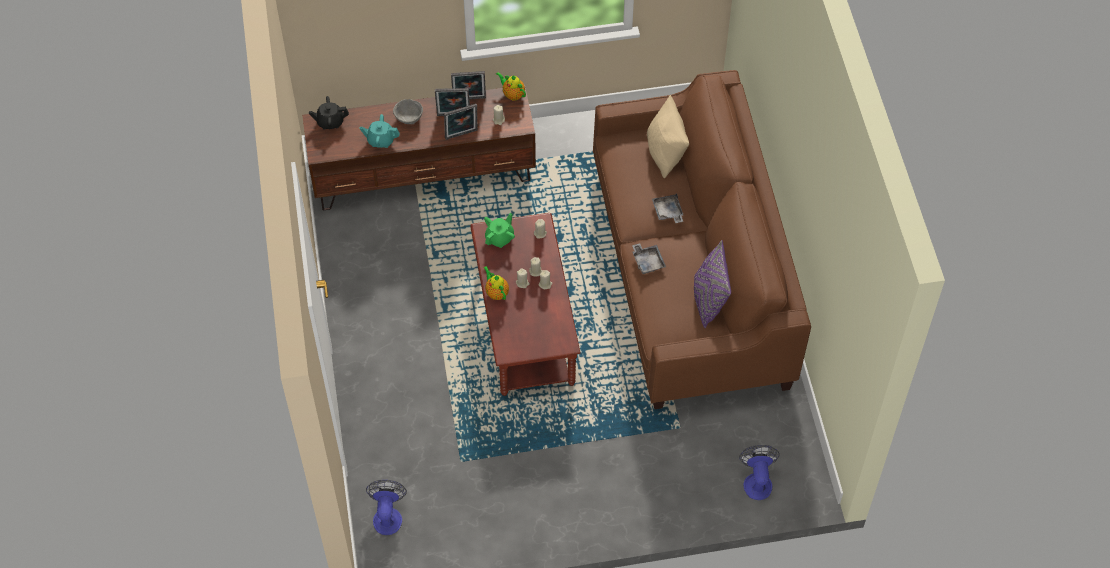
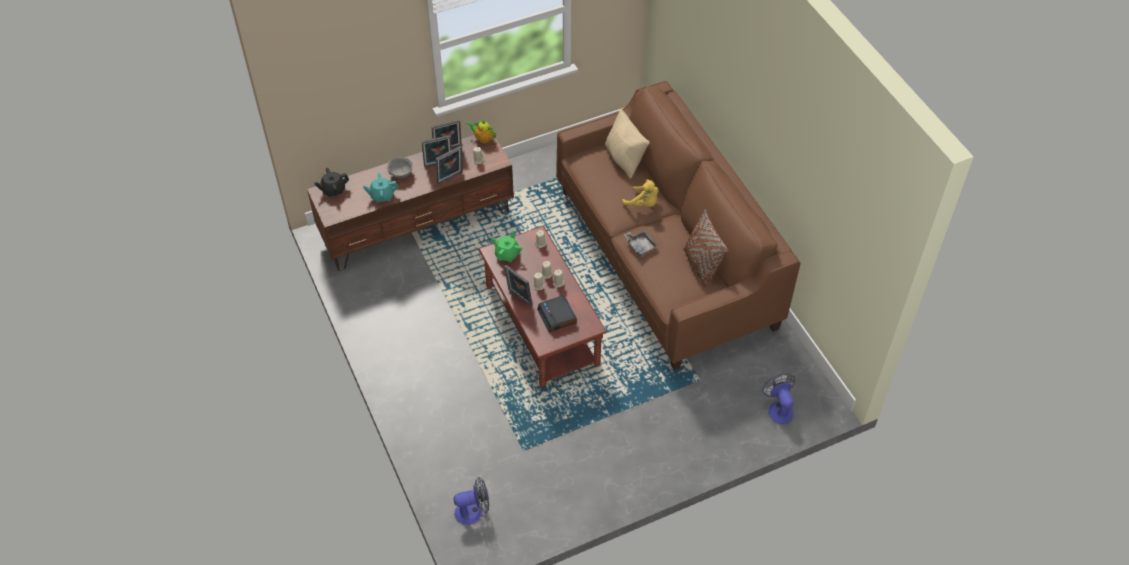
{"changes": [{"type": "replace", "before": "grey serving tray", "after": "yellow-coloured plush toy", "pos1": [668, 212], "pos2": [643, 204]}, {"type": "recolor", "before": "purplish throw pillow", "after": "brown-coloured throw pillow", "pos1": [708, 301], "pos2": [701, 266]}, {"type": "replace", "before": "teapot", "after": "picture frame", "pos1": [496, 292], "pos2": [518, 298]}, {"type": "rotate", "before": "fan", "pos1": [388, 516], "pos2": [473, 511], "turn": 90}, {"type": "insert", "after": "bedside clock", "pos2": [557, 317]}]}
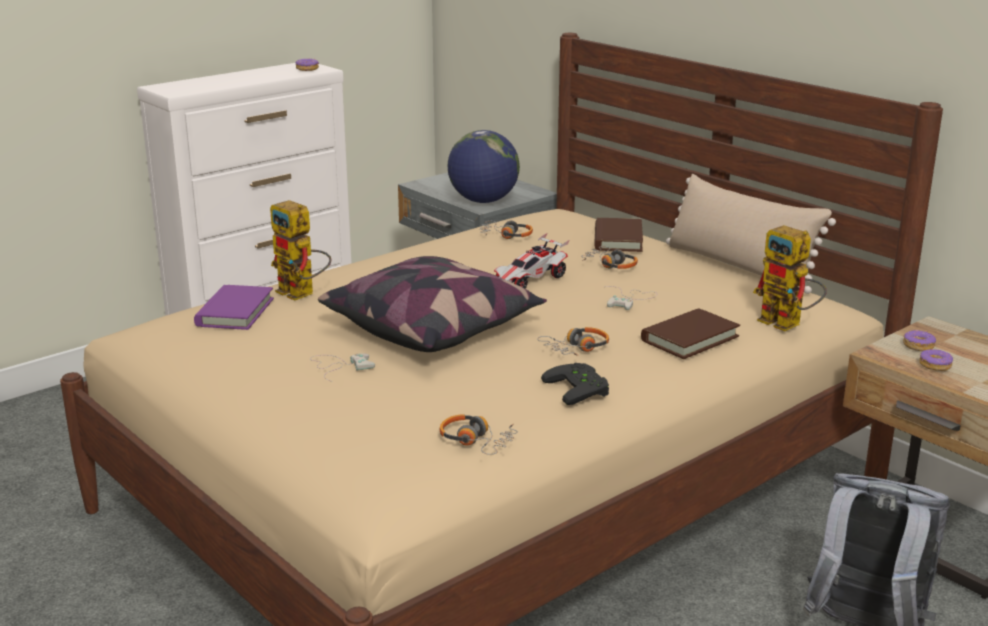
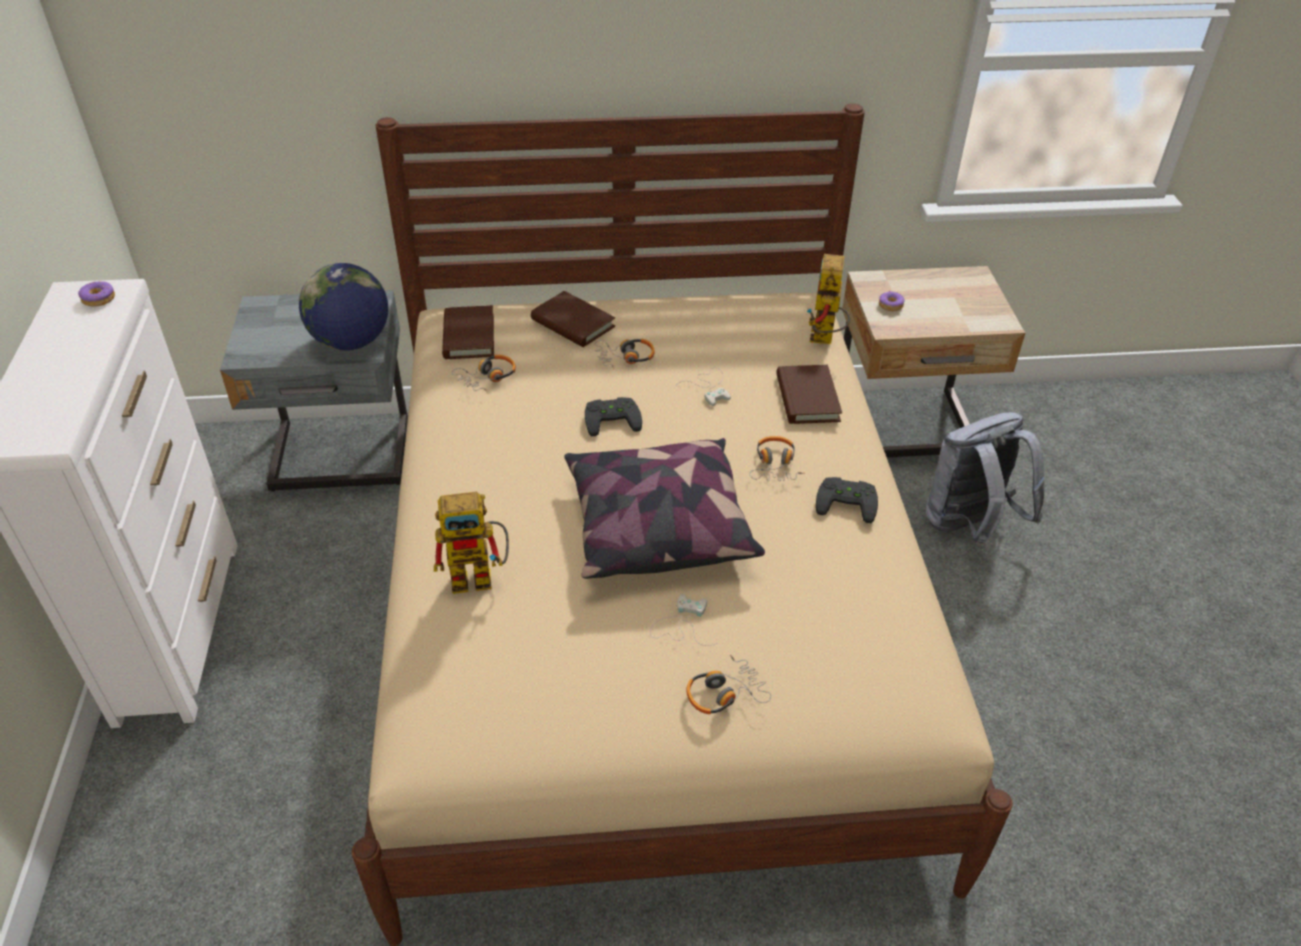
{"changes": [{"type": "delete", "before": "sand-coloured throw pillow", "pos1": [739, 267]}, {"type": "rotate", "before": "robot figure", "pos1": [788, 324], "pos2": [824, 339], "turn": 105}, {"type": "replace", "before": "miniature car", "after": "black-coloured game controller", "pos1": [530, 280], "pos2": [612, 418]}, {"type": "delete", "before": "purplish book", "pos1": [235, 312]}, {"type": "delete", "before": "ring doughnut", "pos1": [935, 365]}, {"type": "move", "before": "pair of headphones", "pos1": [477, 441], "pos2": [724, 693]}, {"type": "insert", "after": "brown-coloured book", "pos2": [468, 336]}]}
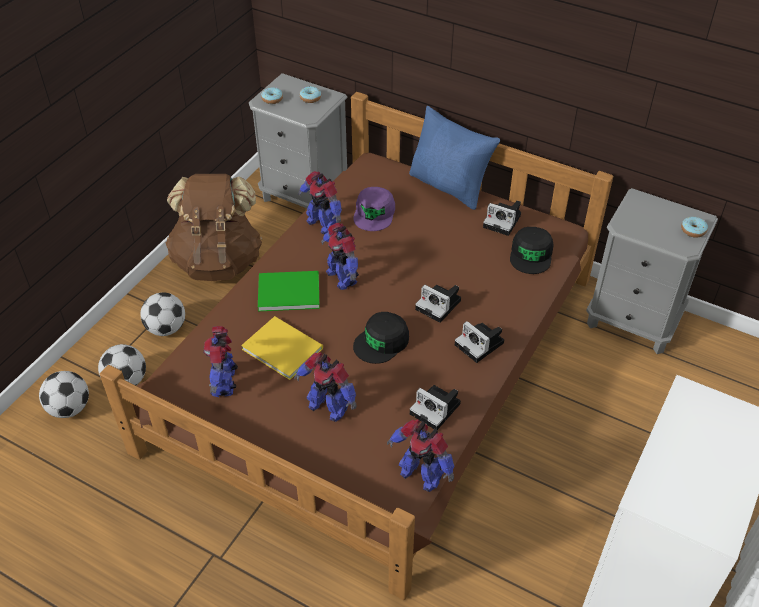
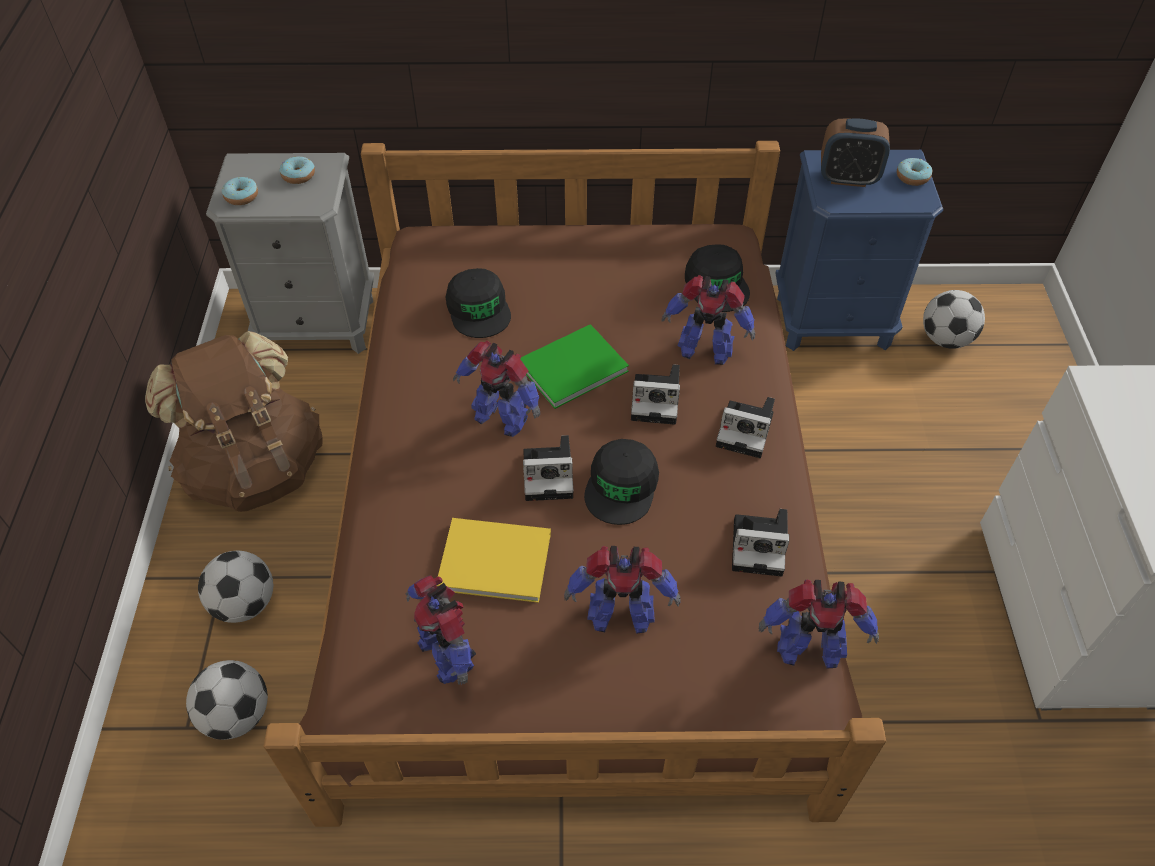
{"changes": [{"type": "delete", "before": "blue throw pillow", "pos1": [449, 186]}, {"type": "move", "before": "robot figure", "pos1": [322, 223], "pos2": [704, 350]}, {"type": "recolor", "before": "purplish baseball cap", "after": "black-coloured baseball cap", "pos1": [374, 213], "pos2": [479, 309]}, {"type": "recolor", "before": "grey nightstand", "after": "blue nightstand", "pos1": [633, 321], "pos2": [832, 320]}, {"type": "move", "before": "still camera", "pos1": [503, 221], "pos2": [550, 474]}, {"type": "move", "before": "green-coloured book", "pos1": [287, 291], "pos2": [568, 367]}, {"type": "move", "before": "ball for football", "pos1": [70, 408], "pos2": [945, 339]}, {"type": "insert", "after": "bedside clock", "pos2": [848, 178]}]}
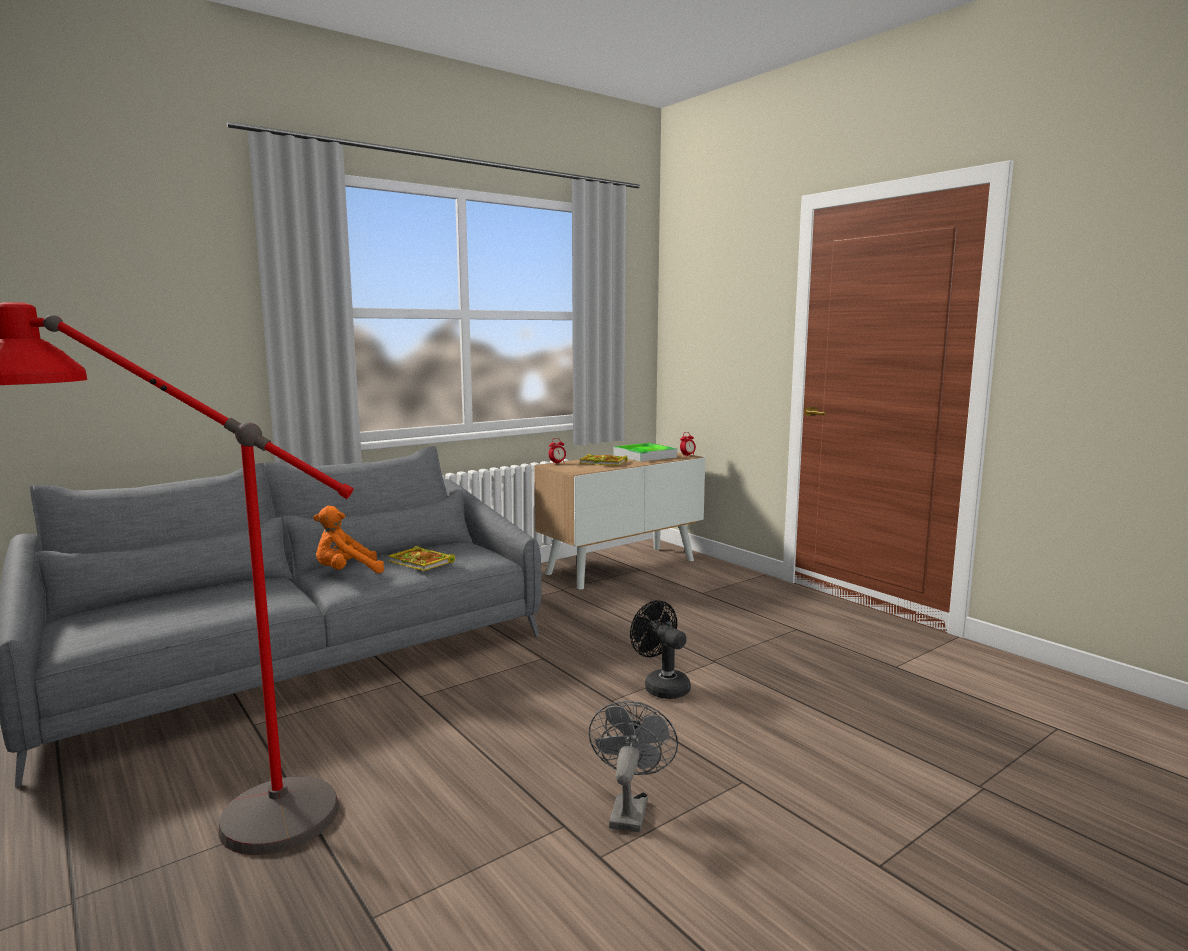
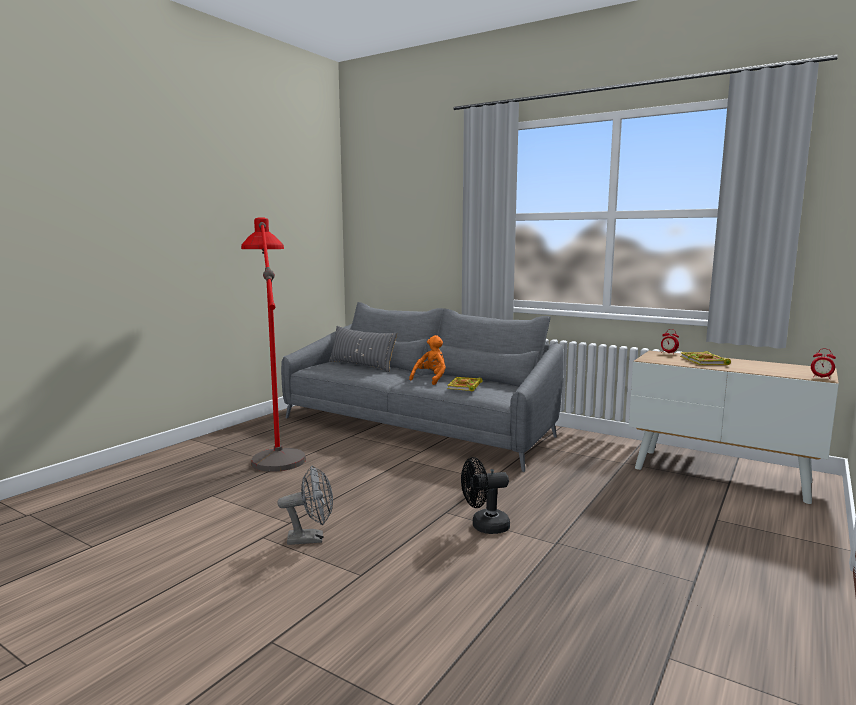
{"changes": [{"type": "delete", "before": "serving tray", "pos1": [645, 456]}, {"type": "rotate", "before": "orange plush toy", "pos1": [346, 573], "pos2": [431, 379], "turn": 75}, {"type": "rotate", "before": "black-coloured fan", "pos1": [661, 686], "pos2": [484, 526], "turn": -135}, {"type": "insert", "after": "grey throw pillow", "pos2": [361, 365]}]}
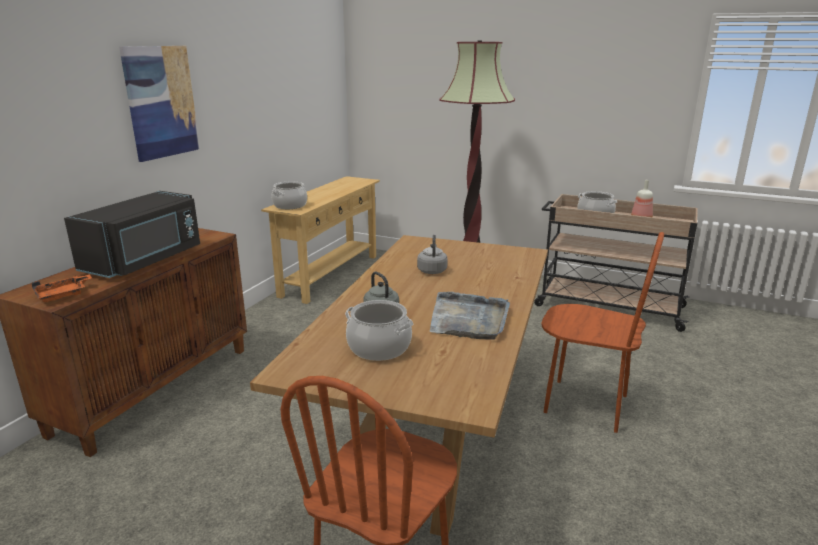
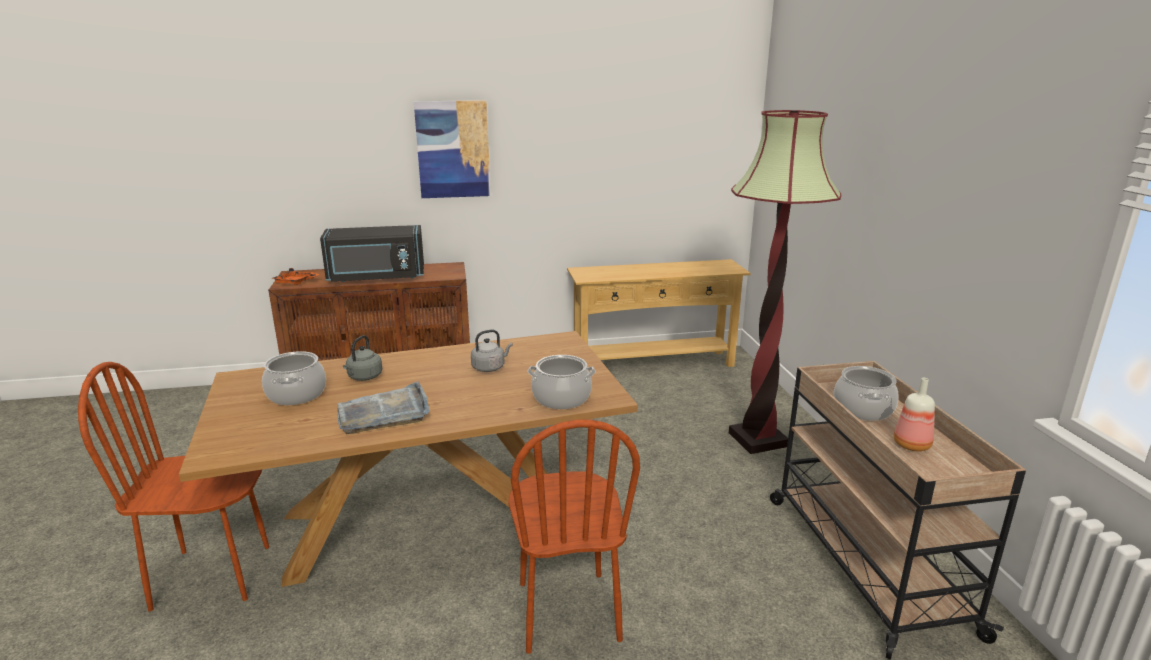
{"changes": [{"type": "move", "before": "stockpot", "pos1": [290, 205], "pos2": [561, 398]}]}
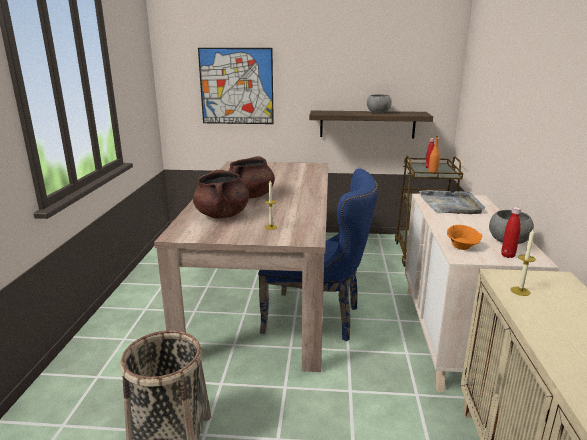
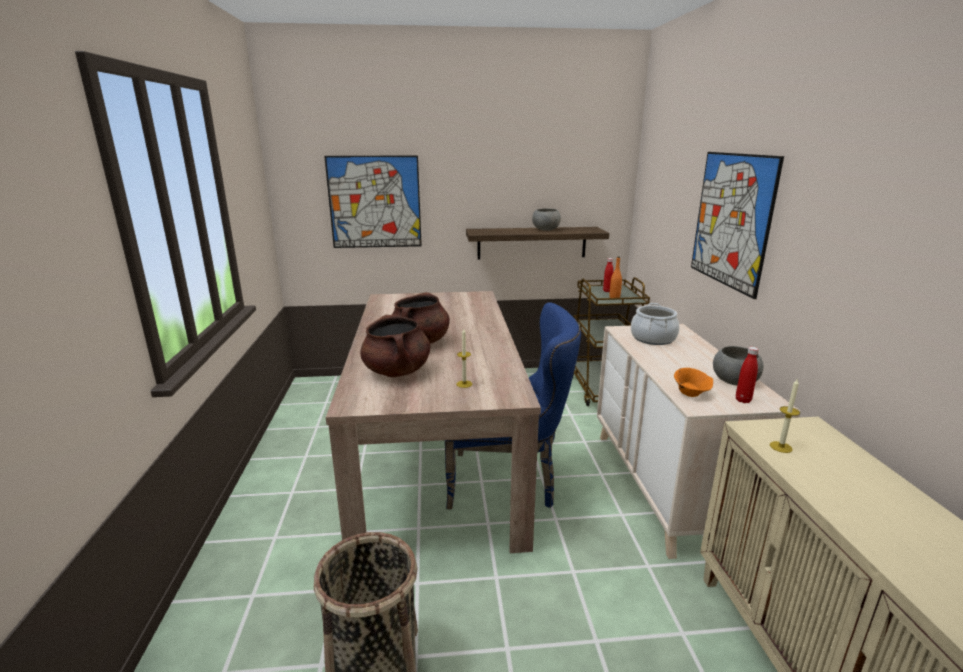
{"changes": [{"type": "replace", "before": "grey serving tray", "after": "stockpot", "pos1": [451, 205], "pos2": [653, 338]}, {"type": "insert", "after": "picture", "pos2": [731, 220]}]}
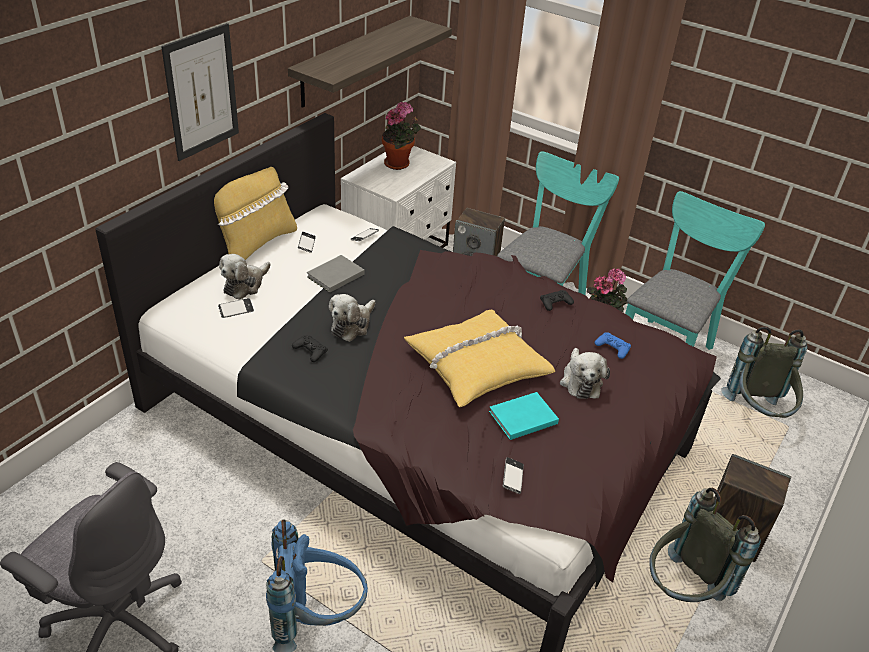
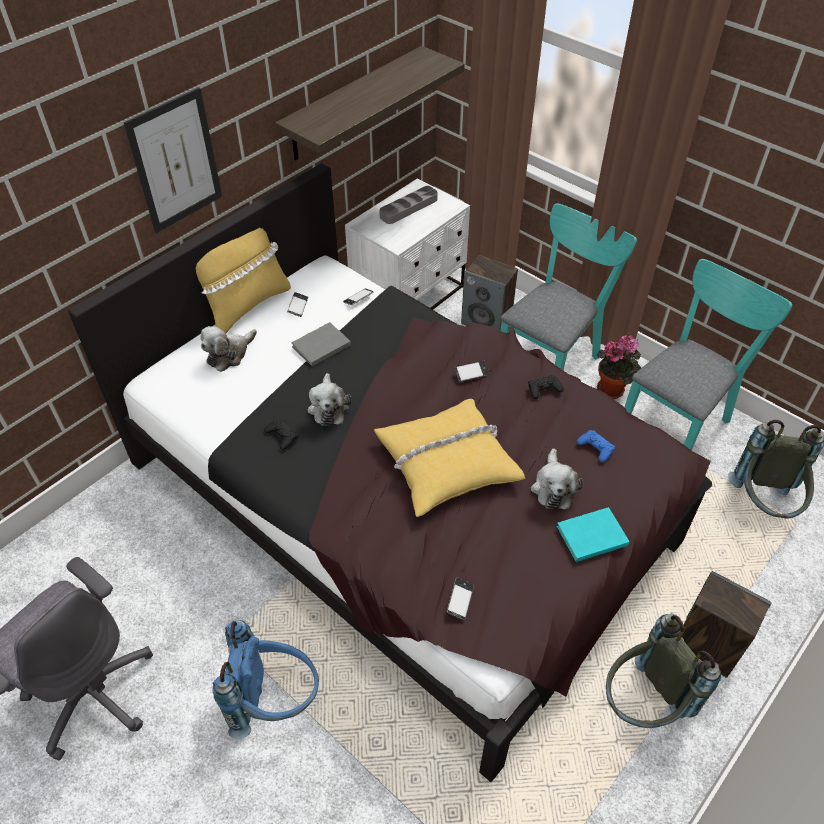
{"changes": [{"type": "replace", "before": "plant in a pot", "after": "grey serving tray", "pos1": [399, 164], "pos2": [408, 208]}, {"type": "rotate", "before": "plush toy", "pos1": [352, 325], "pos2": [328, 407], "turn": -45}, {"type": "move", "before": "telephone", "pos1": [236, 310], "pos2": [471, 373]}, {"type": "move", "before": "blue-green book", "pos1": [521, 417], "pos2": [590, 535]}]}
